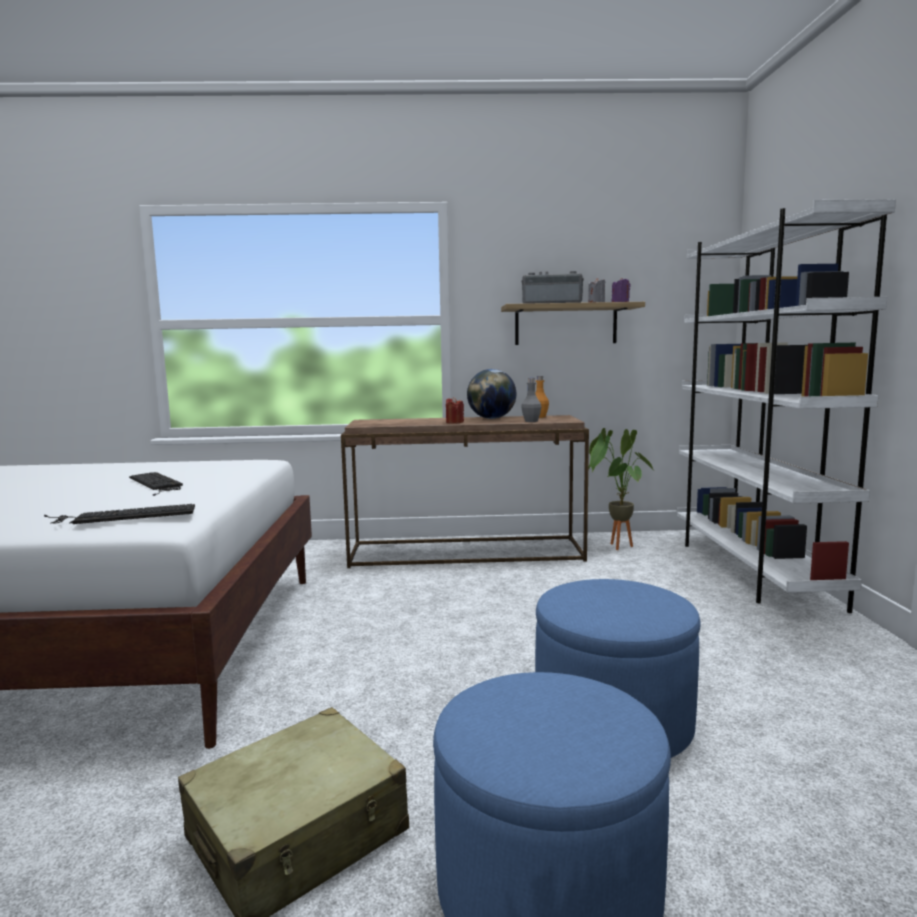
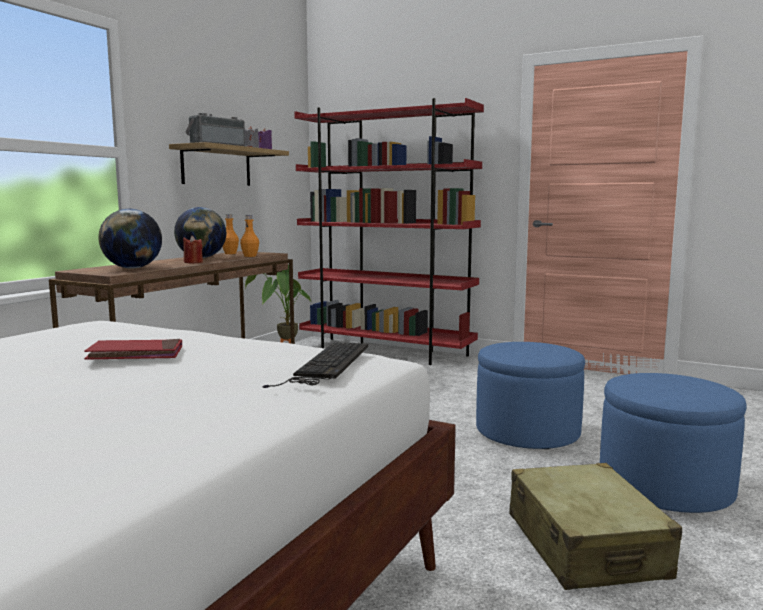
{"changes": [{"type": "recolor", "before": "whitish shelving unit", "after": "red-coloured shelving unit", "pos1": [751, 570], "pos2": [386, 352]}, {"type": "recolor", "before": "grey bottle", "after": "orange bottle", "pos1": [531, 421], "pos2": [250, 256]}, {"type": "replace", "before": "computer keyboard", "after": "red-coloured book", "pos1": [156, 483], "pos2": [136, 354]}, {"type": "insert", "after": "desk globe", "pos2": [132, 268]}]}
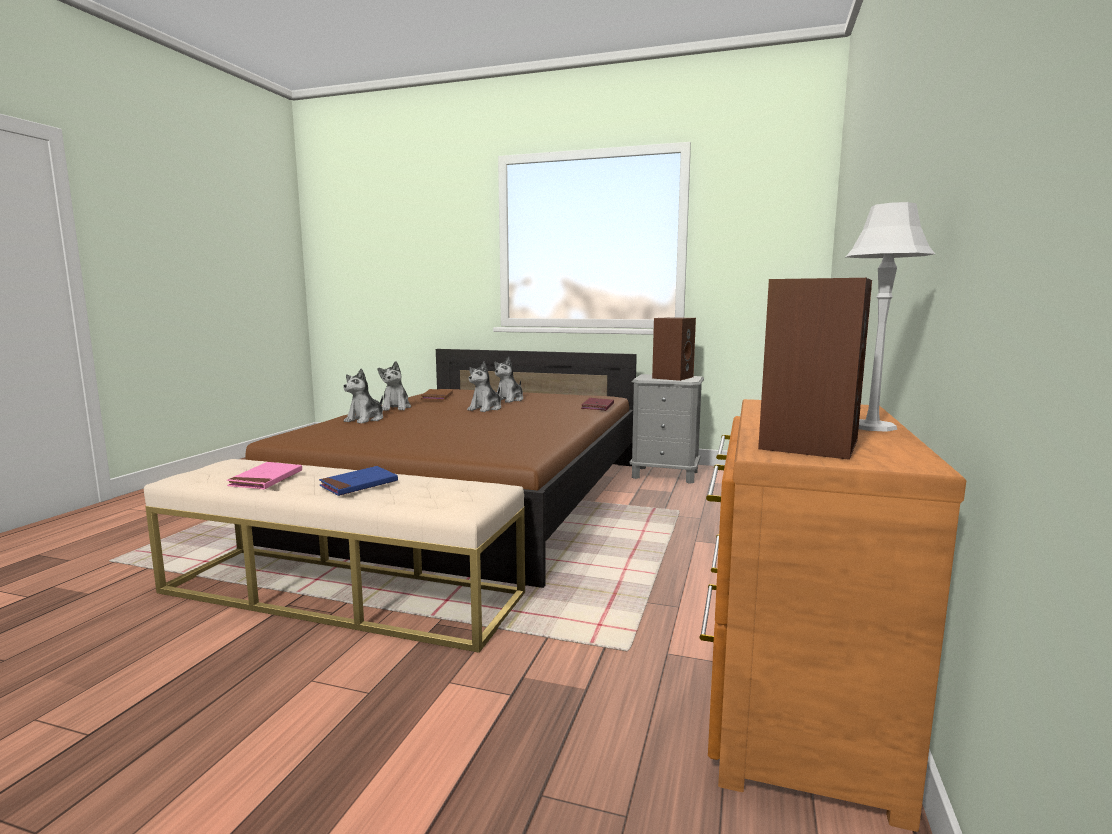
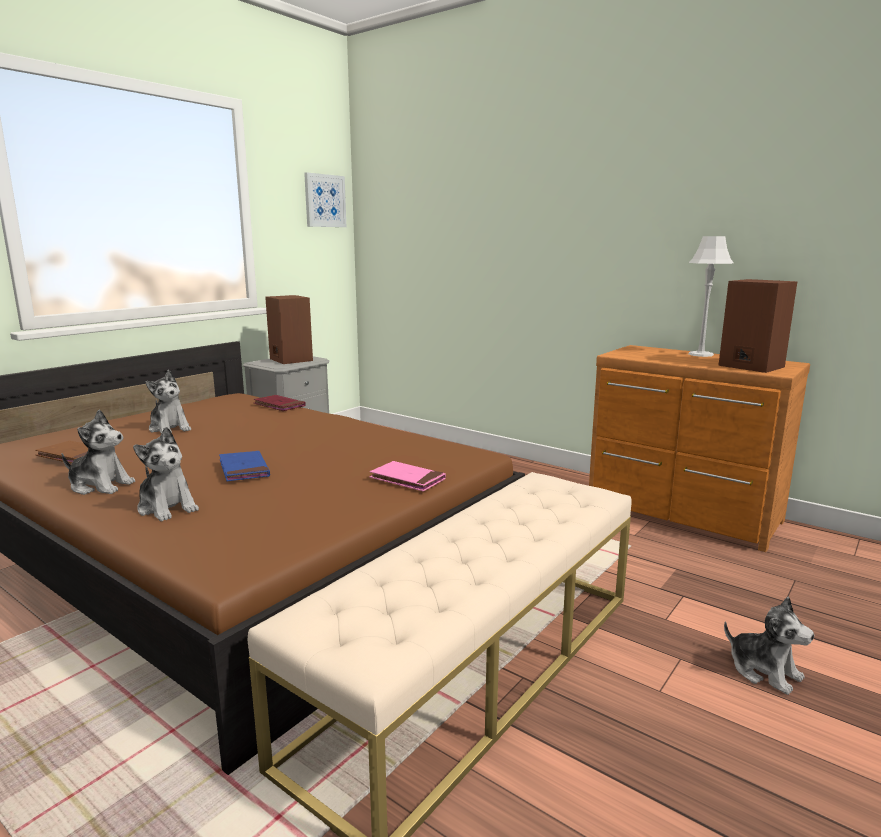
{"changes": [{"type": "move", "before": "plush toy", "pos1": [486, 409], "pos2": [764, 671]}, {"type": "move", "before": "pinkish book", "pos1": [266, 479], "pos2": [407, 479]}, {"type": "move", "before": "blue book", "pos1": [359, 484], "pos2": [244, 469]}, {"type": "insert", "after": "picture", "pos2": [324, 201]}]}
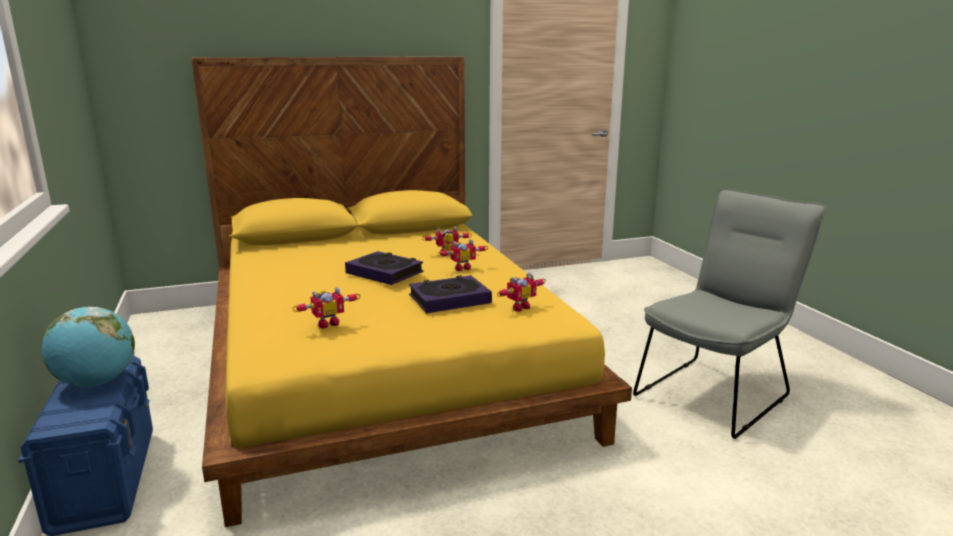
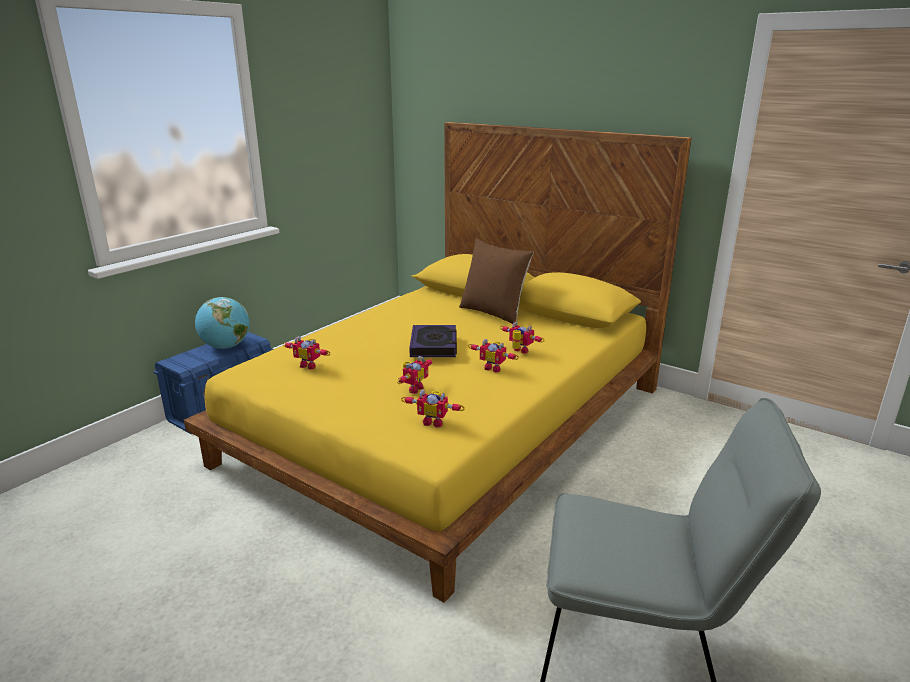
{"changes": [{"type": "replace", "before": "book", "after": "robot figure", "pos1": [449, 299], "pos2": [413, 388]}, {"type": "insert", "after": "brown-coloured throw pillow", "pos2": [494, 313]}]}
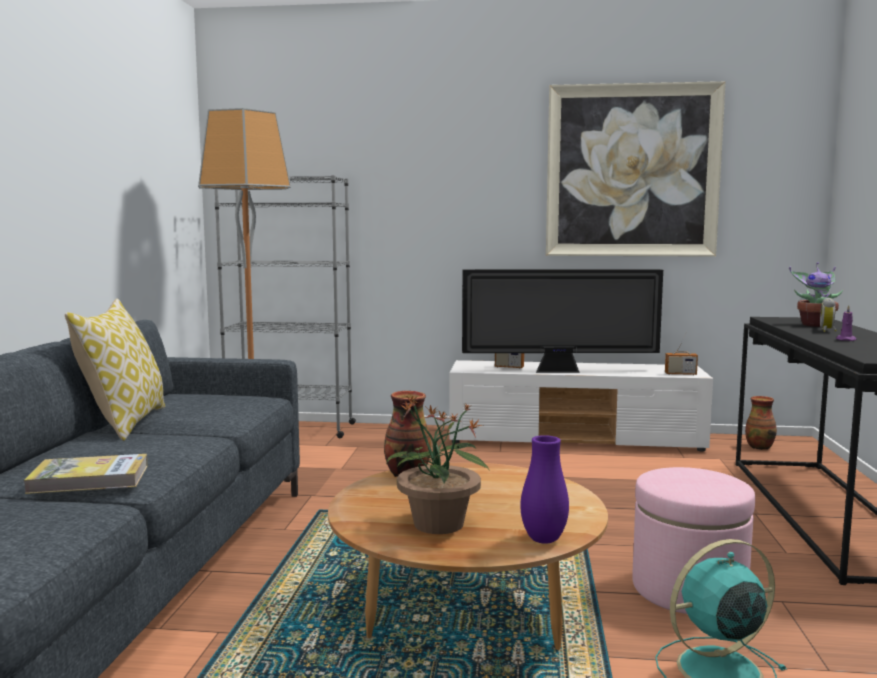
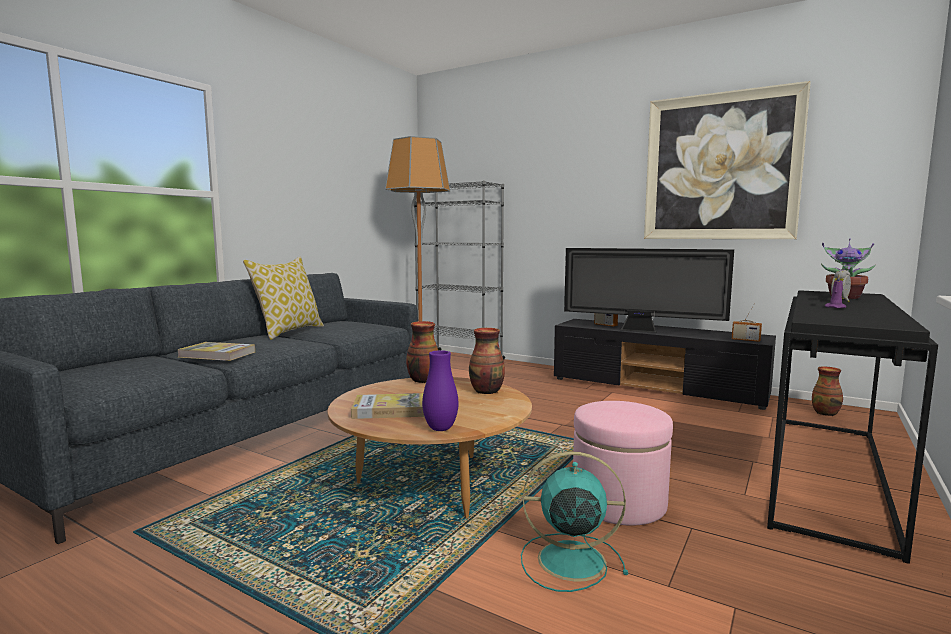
{"changes": [{"type": "recolor", "before": "whitish tv stand", "after": "black-coloured tv stand", "pos1": [576, 439], "pos2": [658, 387]}, {"type": "replace", "before": "plant in a pot", "after": "book", "pos1": [438, 525], "pos2": [390, 410]}, {"type": "insert", "after": "decorative vase", "pos2": [487, 391]}]}
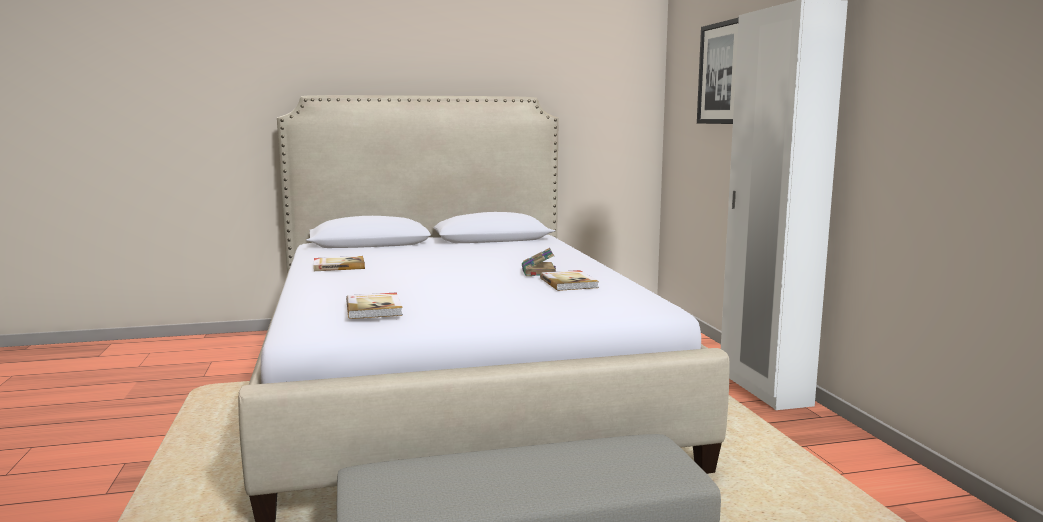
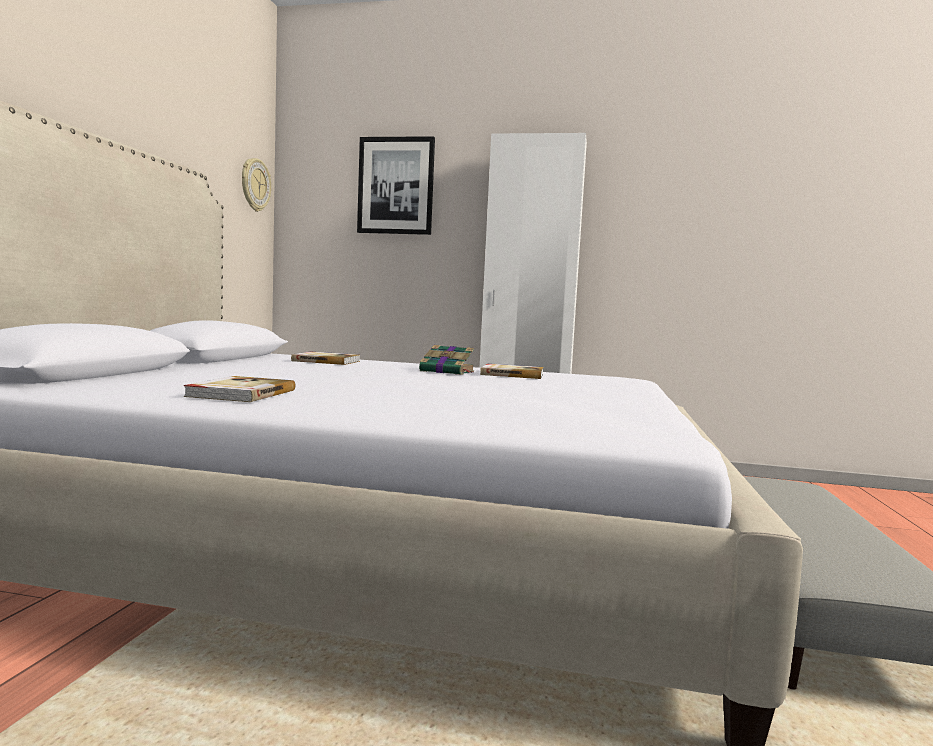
{"changes": [{"type": "move", "before": "book", "pos1": [374, 308], "pos2": [326, 361]}, {"type": "insert", "after": "hanging clock", "pos2": [254, 185]}]}
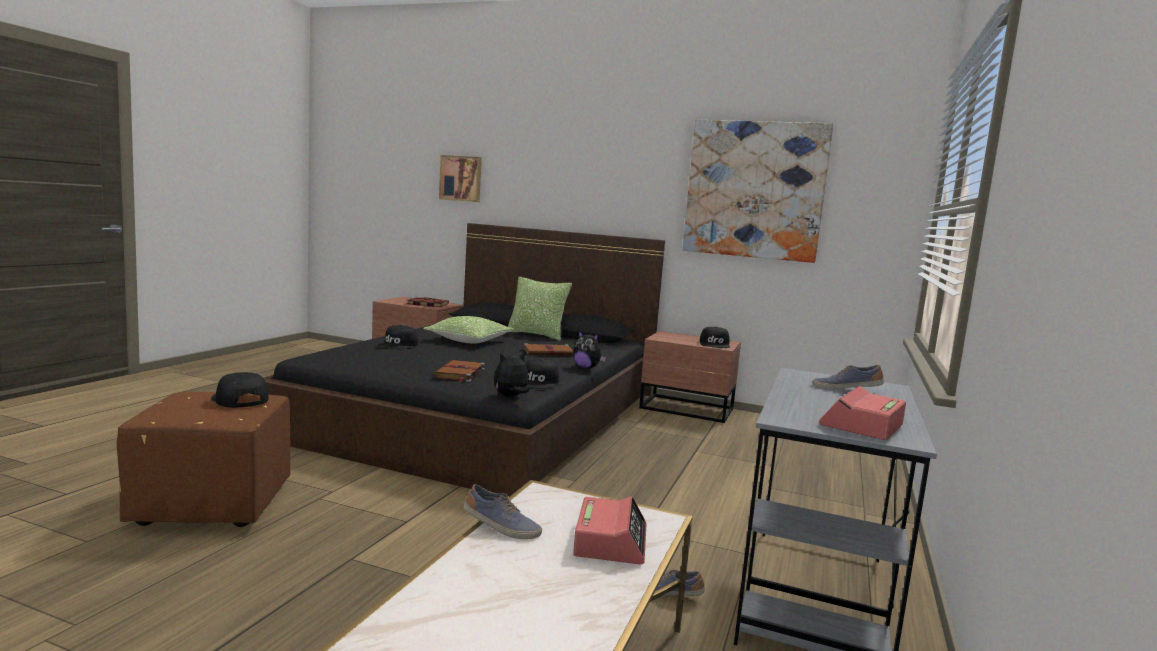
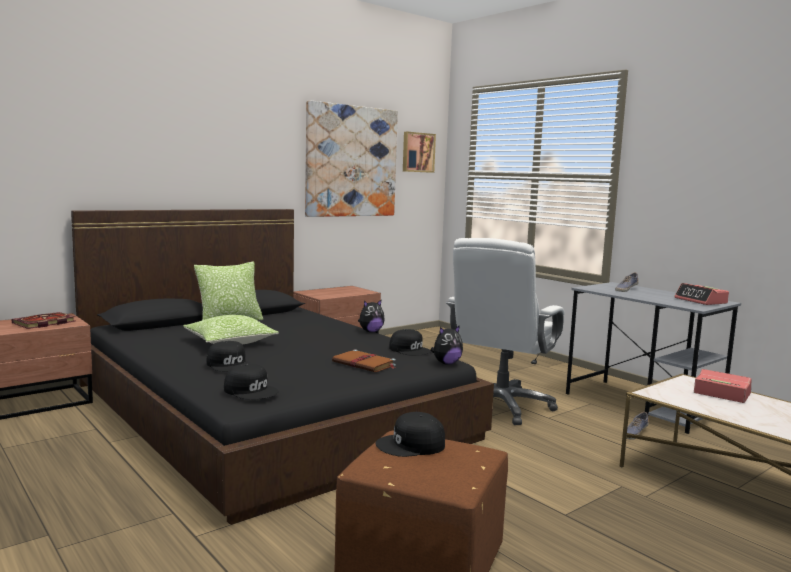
{"changes": [{"type": "move", "before": "picture", "pos1": [461, 178], "pos2": [417, 152]}, {"type": "move", "before": "black-coloured baseball cap", "pos1": [715, 344], "pos2": [251, 390]}, {"type": "delete", "before": "brown-coloured book", "pos1": [549, 352]}, {"type": "rotate", "before": "plush toy", "pos1": [511, 397], "pos2": [446, 363], "turn": -120}, {"type": "delete", "before": "shoe", "pos1": [501, 528]}, {"type": "insert", "after": "whitish office chair", "pos2": [501, 406]}]}
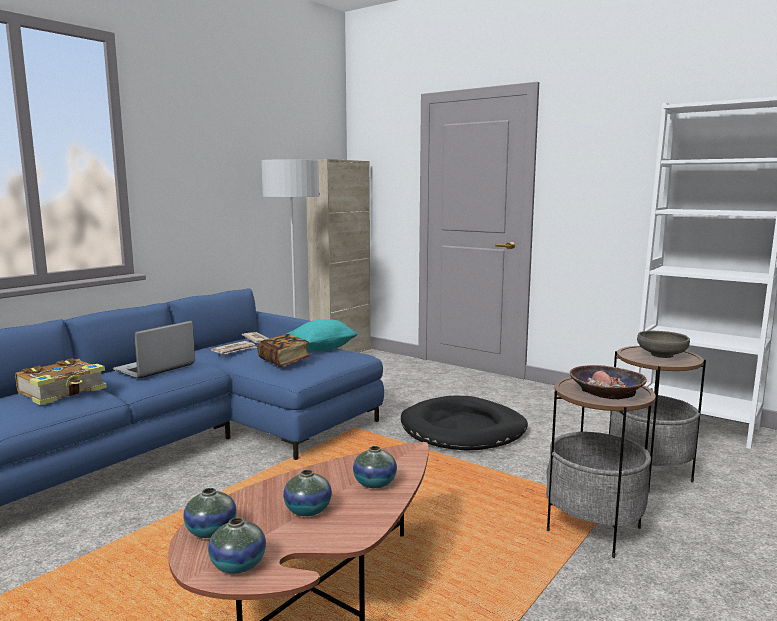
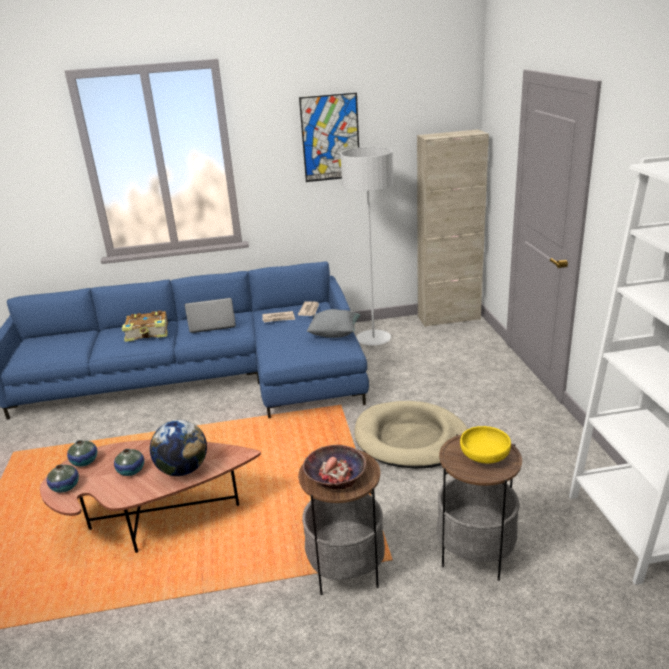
{"changes": [{"type": "recolor", "before": "blue-green throw pillow", "after": "grey throw pillow", "pos1": [322, 349], "pos2": [334, 334]}, {"type": "recolor", "before": "grey bowl", "after": "yellow-coloured bowl", "pos1": [661, 355], "pos2": [484, 456]}, {"type": "delete", "before": "book", "pos1": [284, 361]}, {"type": "recolor", "before": "black-coloured dog cushion", "after": "sand-coloured dog cushion", "pos1": [463, 429], "pos2": [411, 439]}, {"type": "replace", "before": "decorative vase", "after": "desk globe", "pos1": [375, 483], "pos2": [183, 469]}, {"type": "insert", "after": "picture", "pos2": [330, 138]}]}
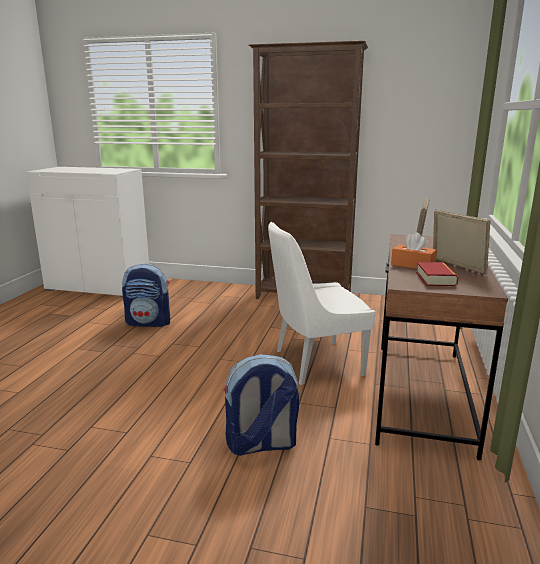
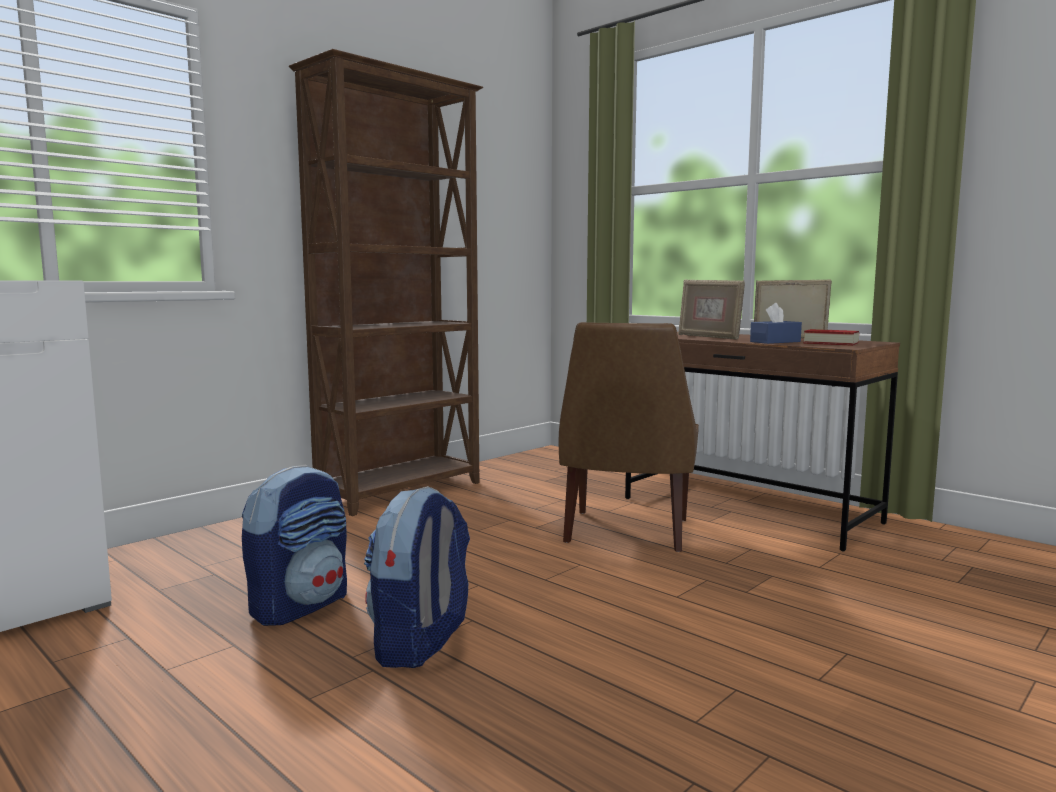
{"changes": [{"type": "recolor", "before": "whitish upright chair", "after": "brown-coloured upright chair", "pos1": [314, 363], "pos2": [626, 532]}, {"type": "recolor", "before": "orange box of tissues", "after": "blue box of tissues", "pos1": [413, 265], "pos2": [775, 342]}, {"type": "move", "before": "rucksack", "pos1": [261, 445], "pos2": [421, 644]}]}
